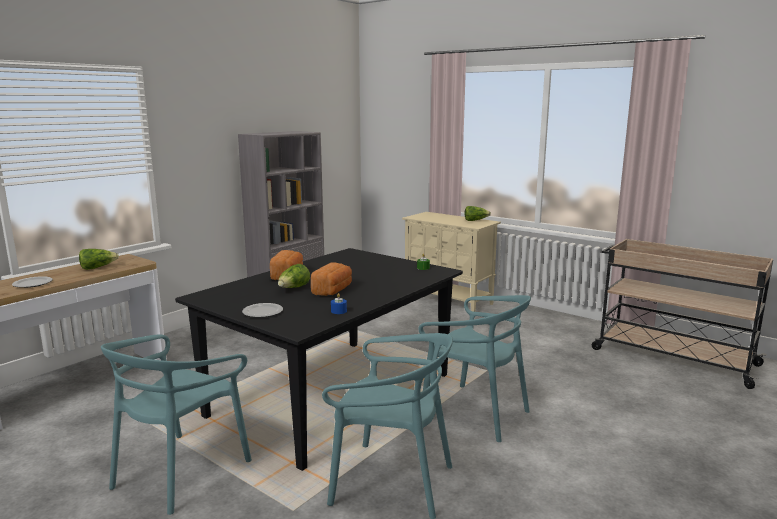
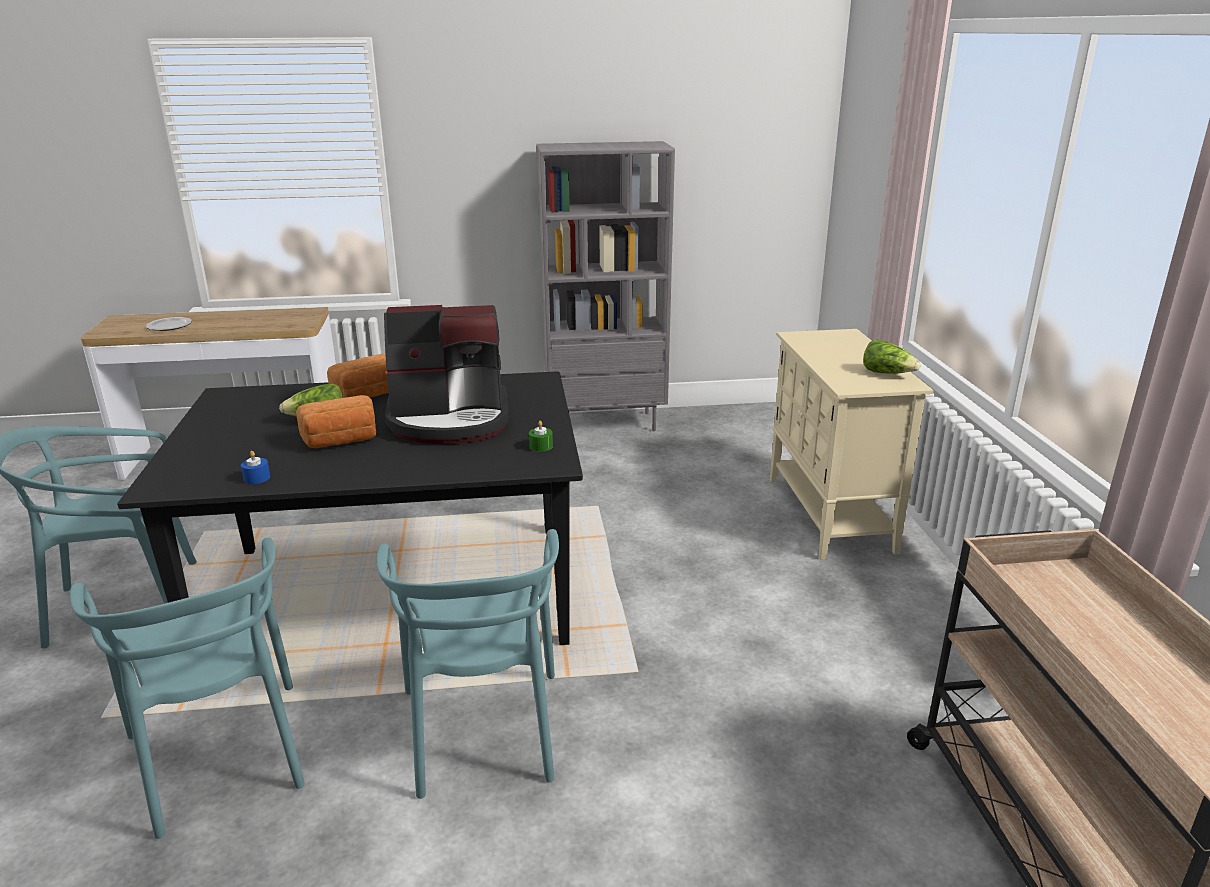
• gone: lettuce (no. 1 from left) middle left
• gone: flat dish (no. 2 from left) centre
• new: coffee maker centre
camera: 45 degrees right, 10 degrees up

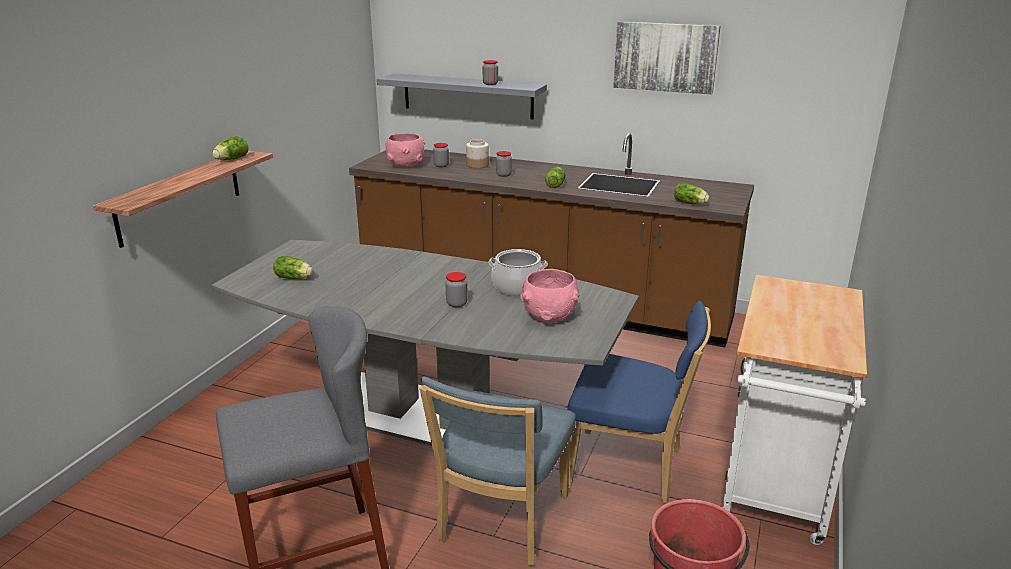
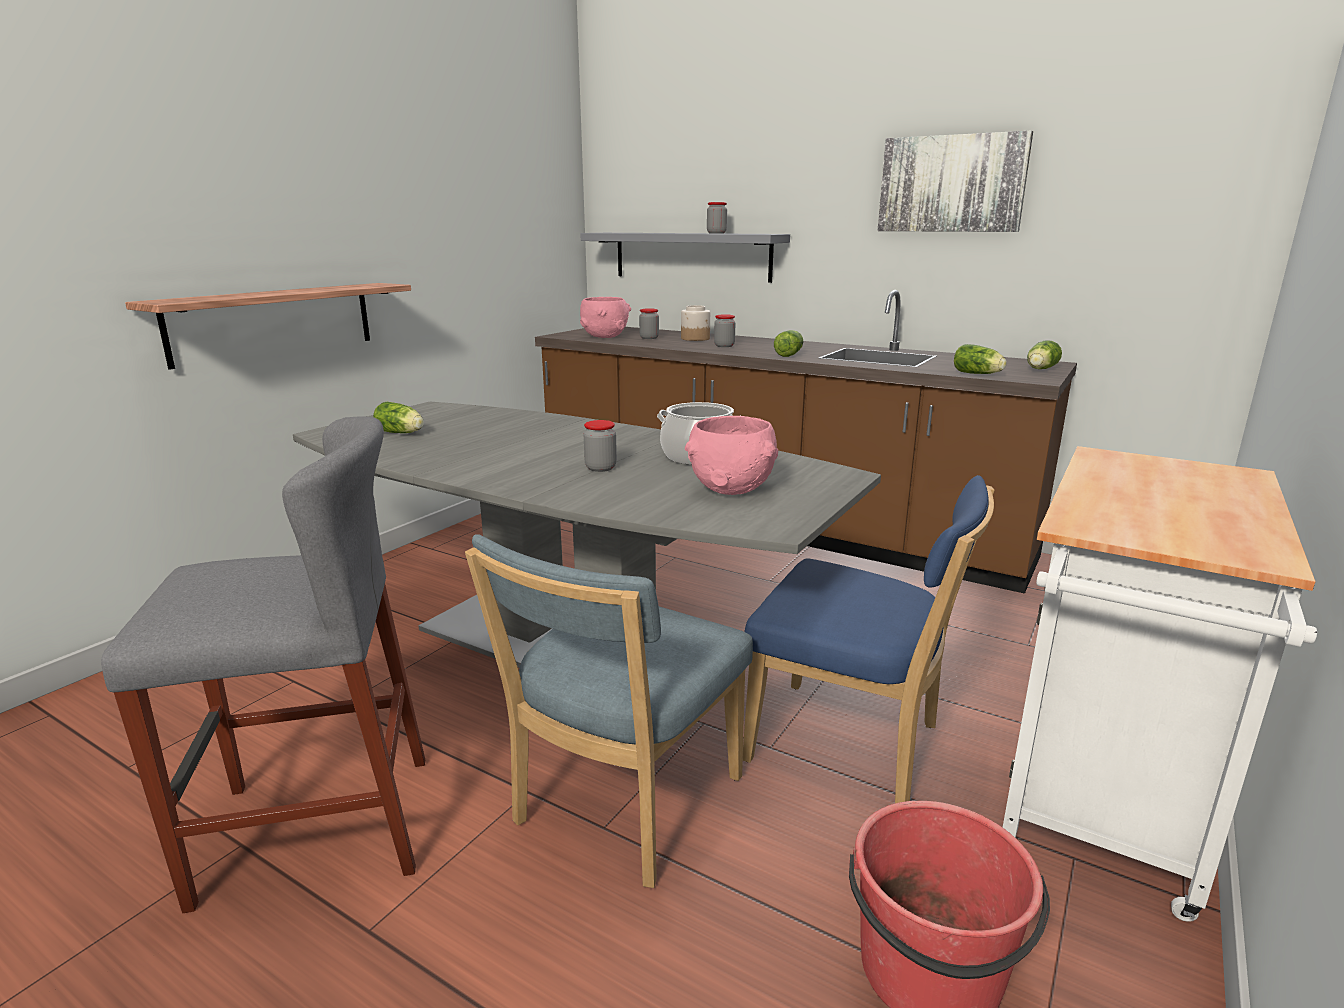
• shifted: lettuce (no. 1 from left in the first image) top left to lettuce (no. 4 from left) middle right
camera: 10 degrees right, 5 degrees down

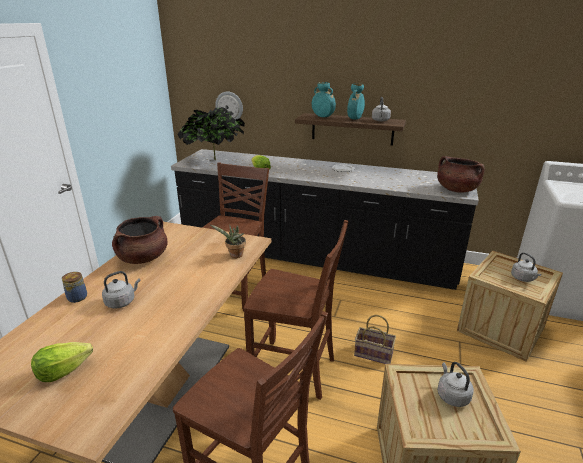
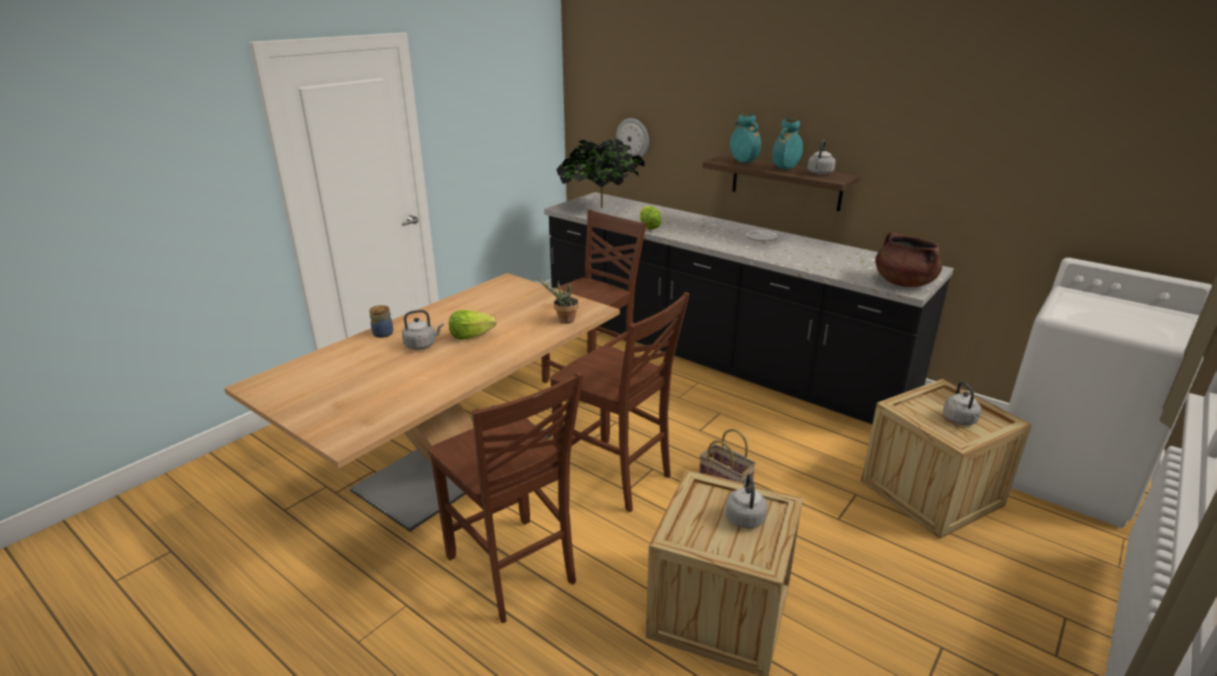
• gone: brownish stockpot (no. 1 from left) middle left
• shifted: lettuce (no. 1 from left) bottom left to centre
camera: 20 degrees right, 0 degrees up

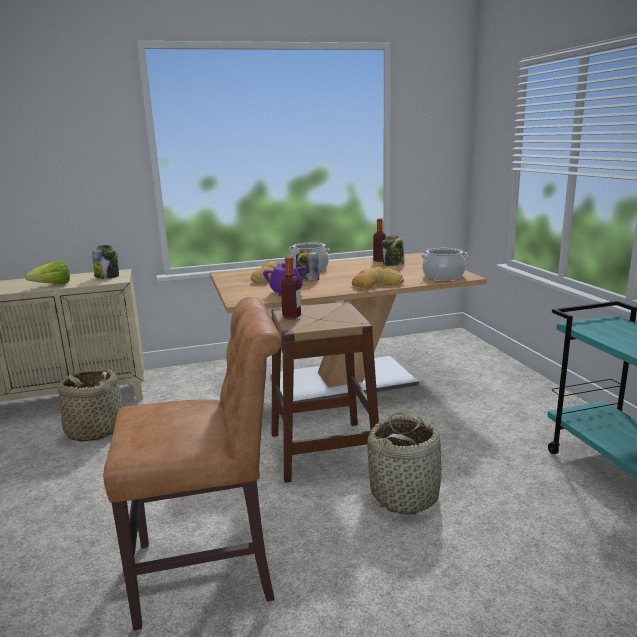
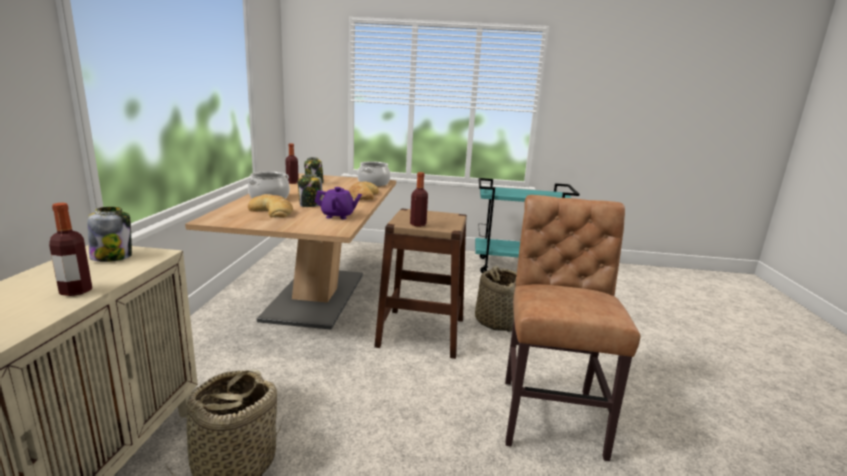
• swapped: lettuce middle left to beverage bottle (no. 1 from left) middle left
camera: 70 degrees left, 0 degrees up

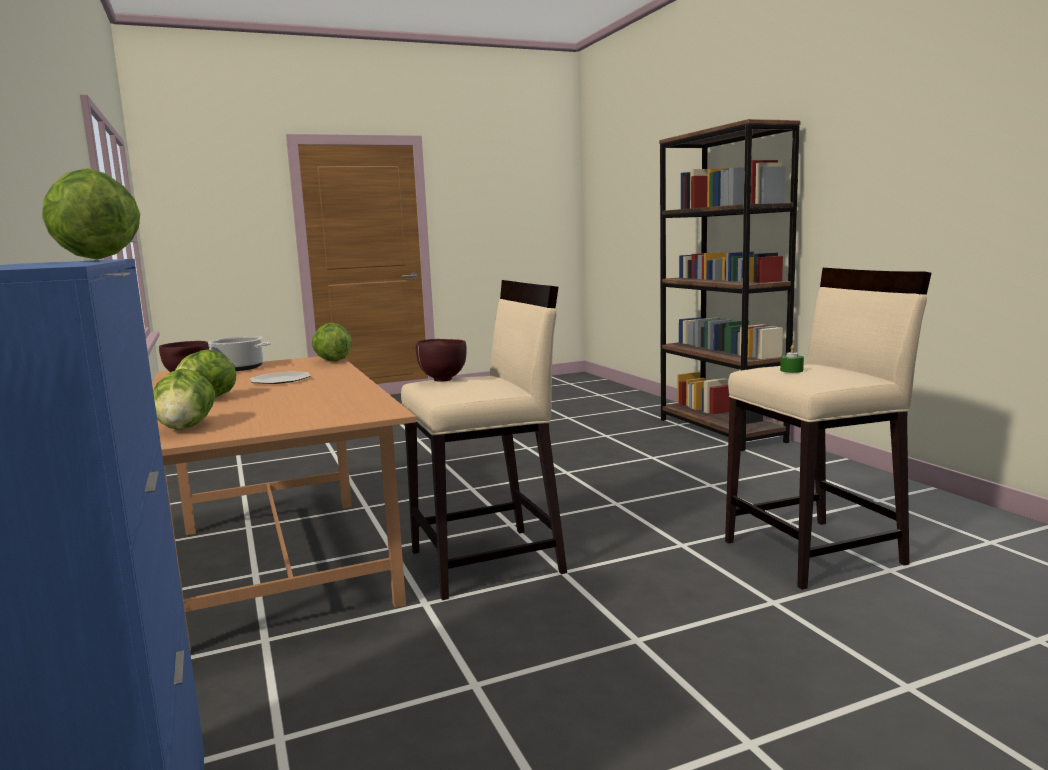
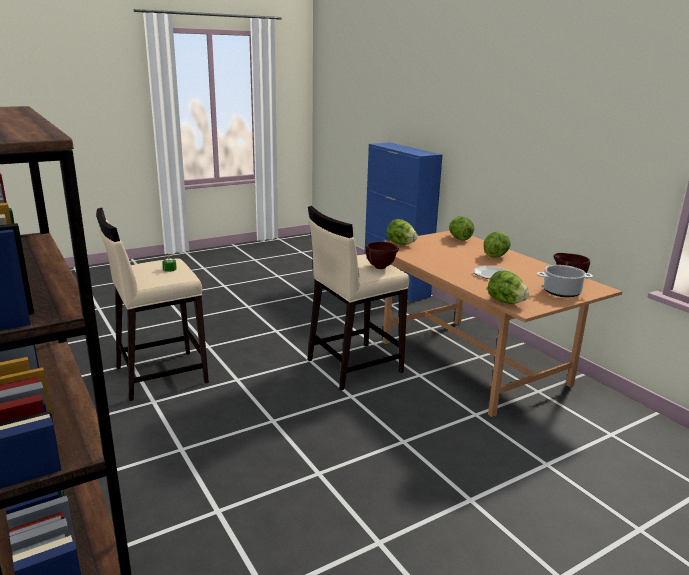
• shifted: lettuce (no. 1 from left) top left to centre
camera: 170 degrees right, 10 degrees up

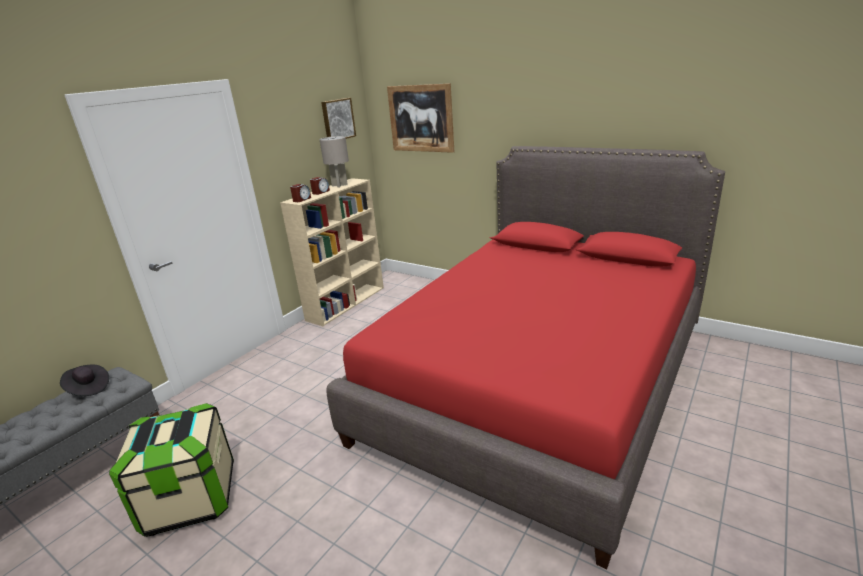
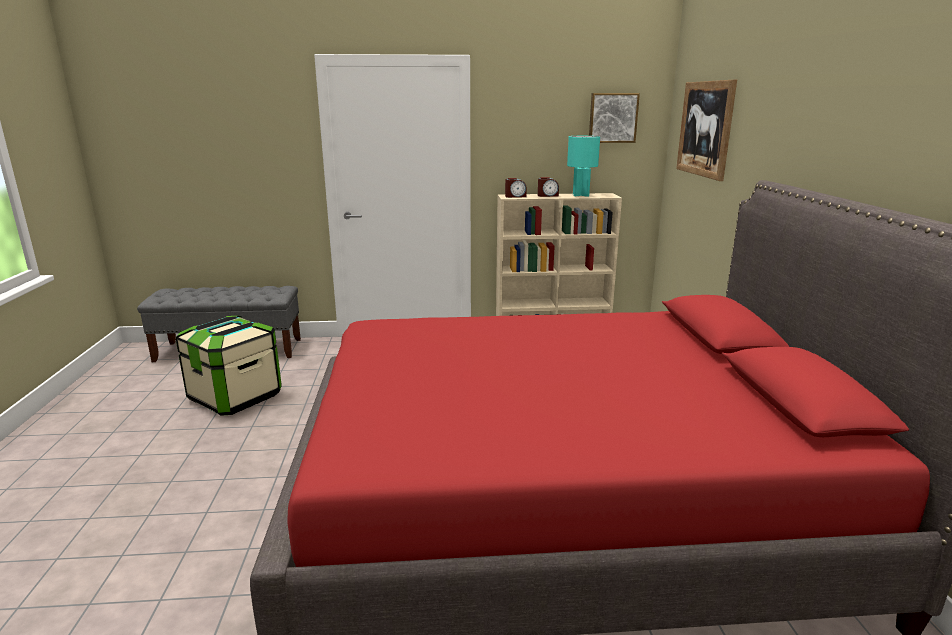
• gone: black-coloured clothing hat middle left
• repainted: grey tabletop lamp top centre to turquoise-coloured tabletop lamp top centre
camera: 50 degrees right, 5 degrees down

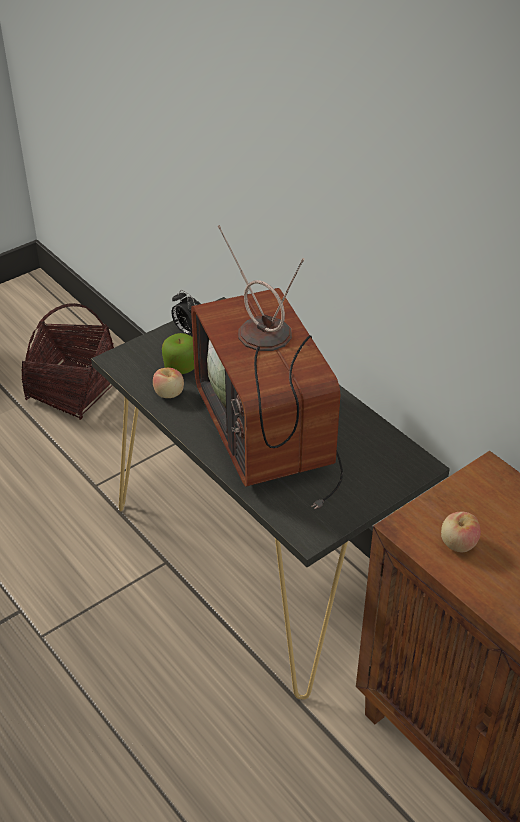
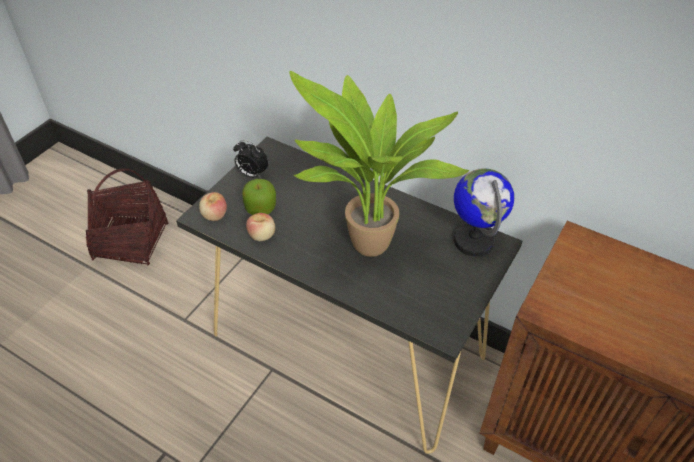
• new: world globe middle right
• shifted: apple fruit (no. 3 from left in the first image) middle right to apple fruit (no. 1 from left) middle left
• swapped: TV centre to houseplant centre
camera: 20 degrees left, 5 degrees up

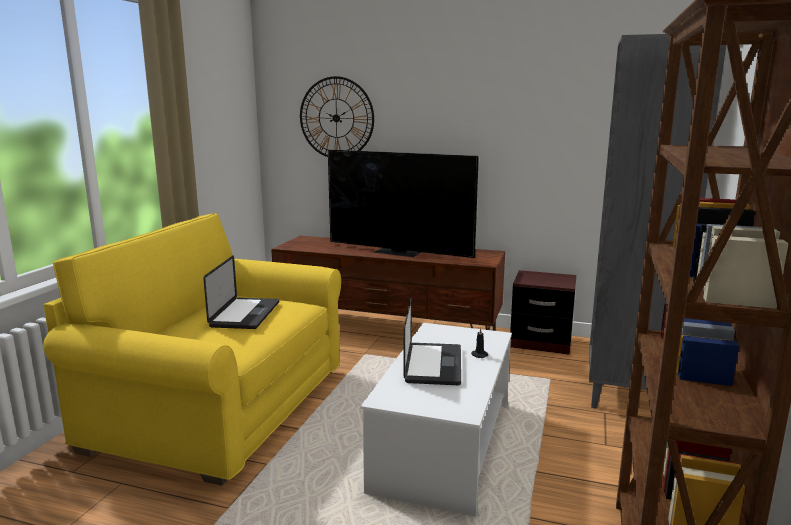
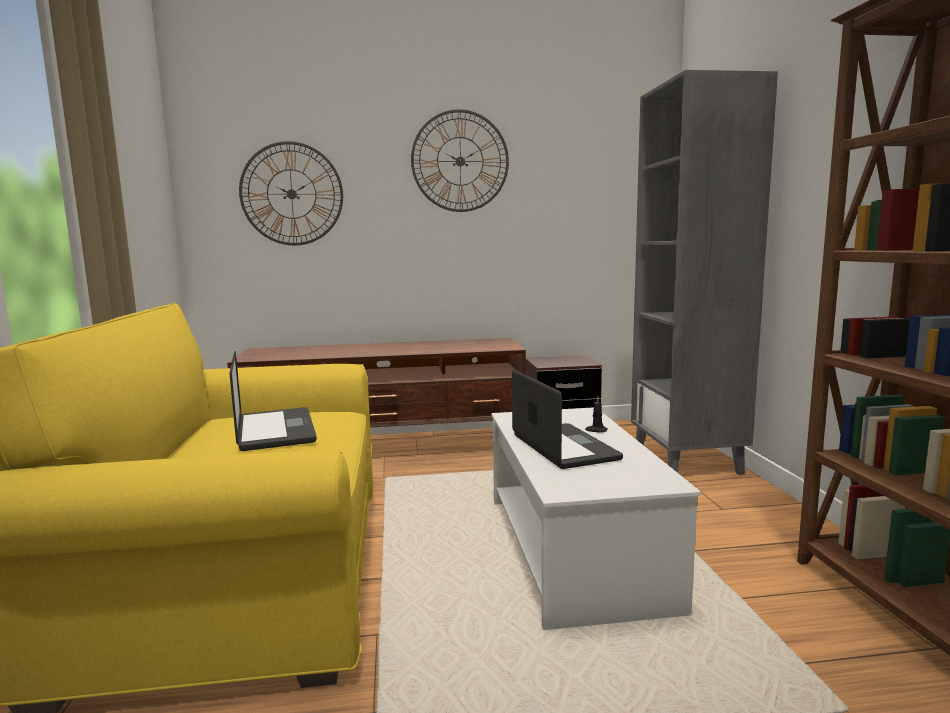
• gone: TV centre
• new: wall clock (no. 2 from left) top centre
camera: 25 degrees left, 5 degrees down

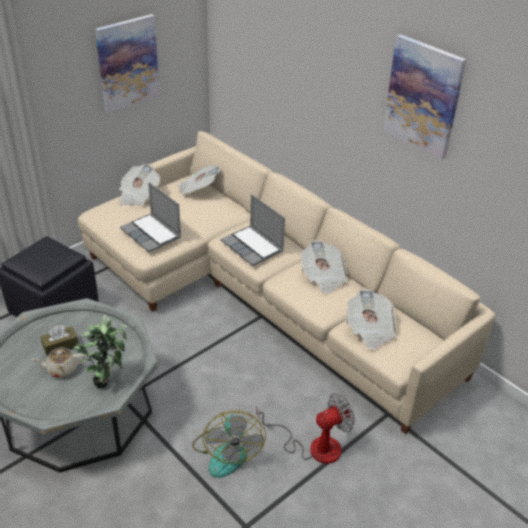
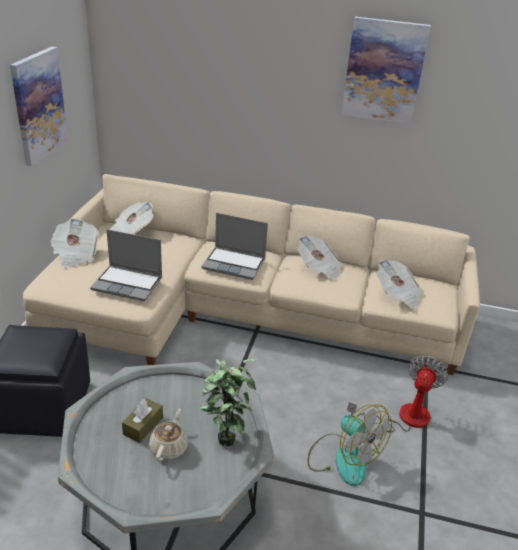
• rotated: sand-coloured pot for tea bottom left = bottom left 150 degrees clockwise
camera: 35 degrees left, 5 degrees down

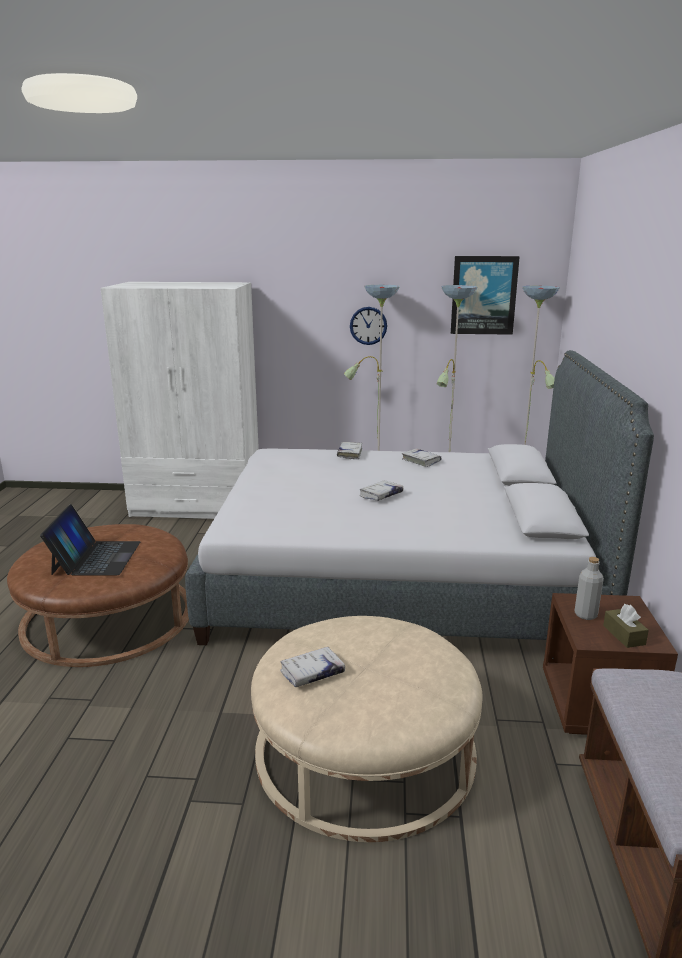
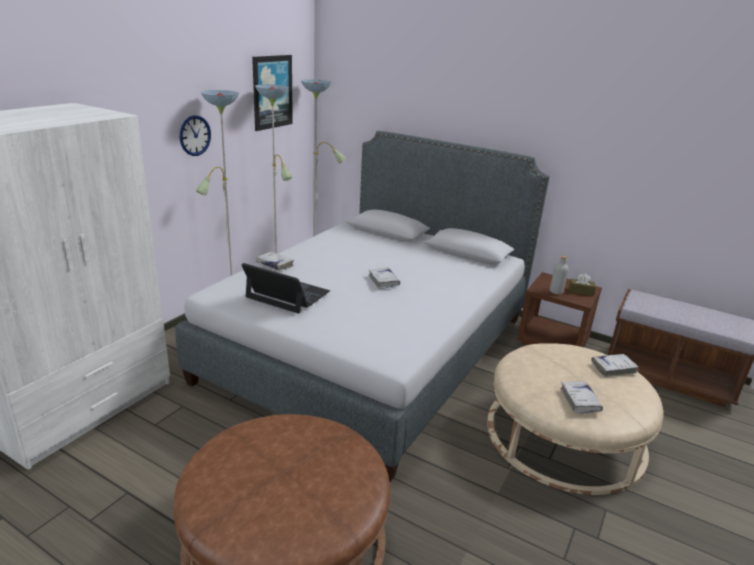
• shifted: notebook computer middle left to centre
• shifted: whitish bound book (no. 4 from left) centre to middle right
camera: 65 degrees left, 5 degrees up

